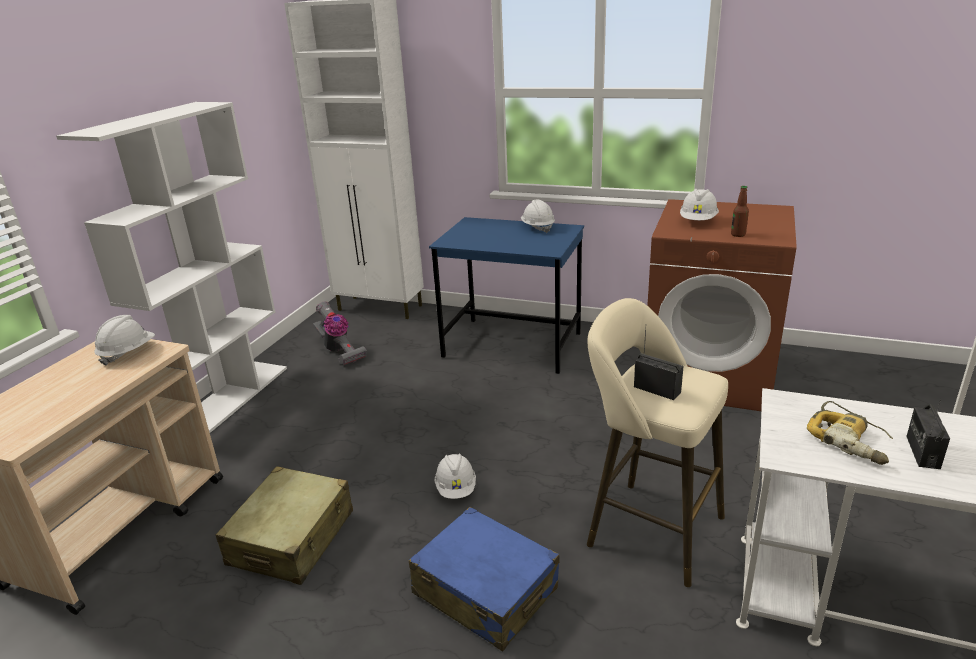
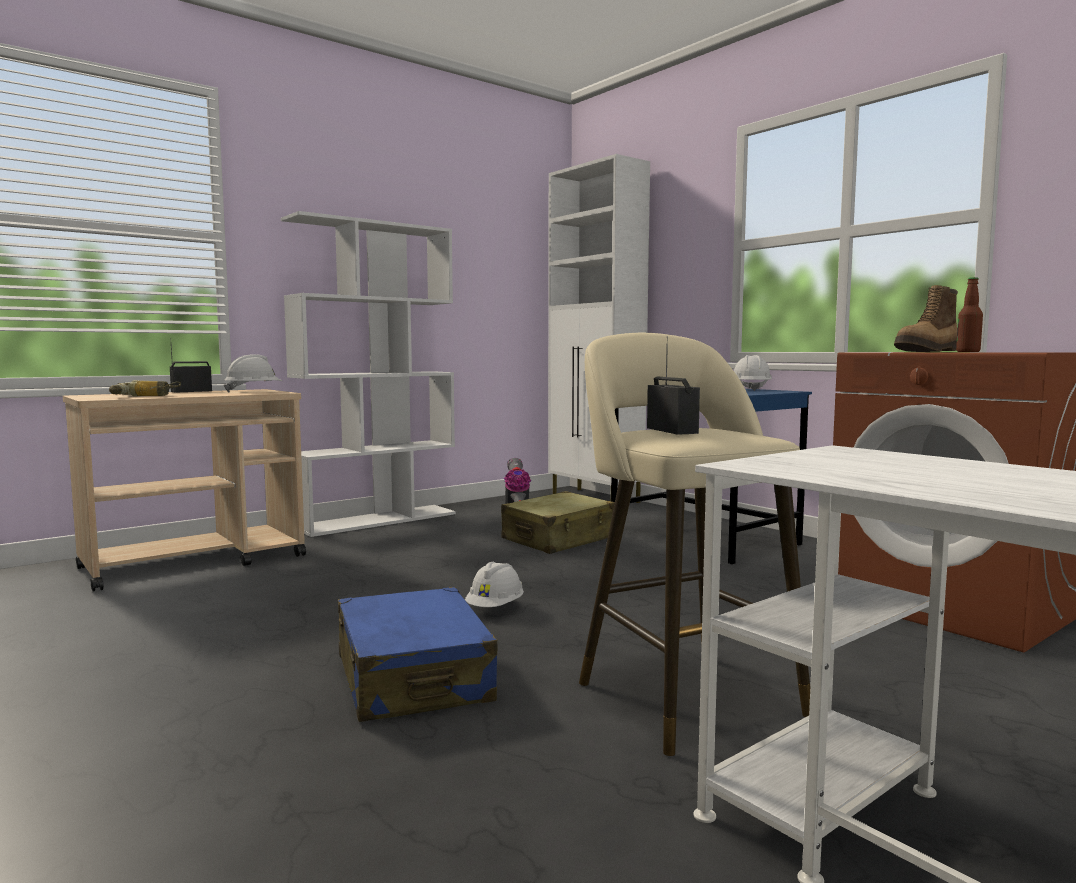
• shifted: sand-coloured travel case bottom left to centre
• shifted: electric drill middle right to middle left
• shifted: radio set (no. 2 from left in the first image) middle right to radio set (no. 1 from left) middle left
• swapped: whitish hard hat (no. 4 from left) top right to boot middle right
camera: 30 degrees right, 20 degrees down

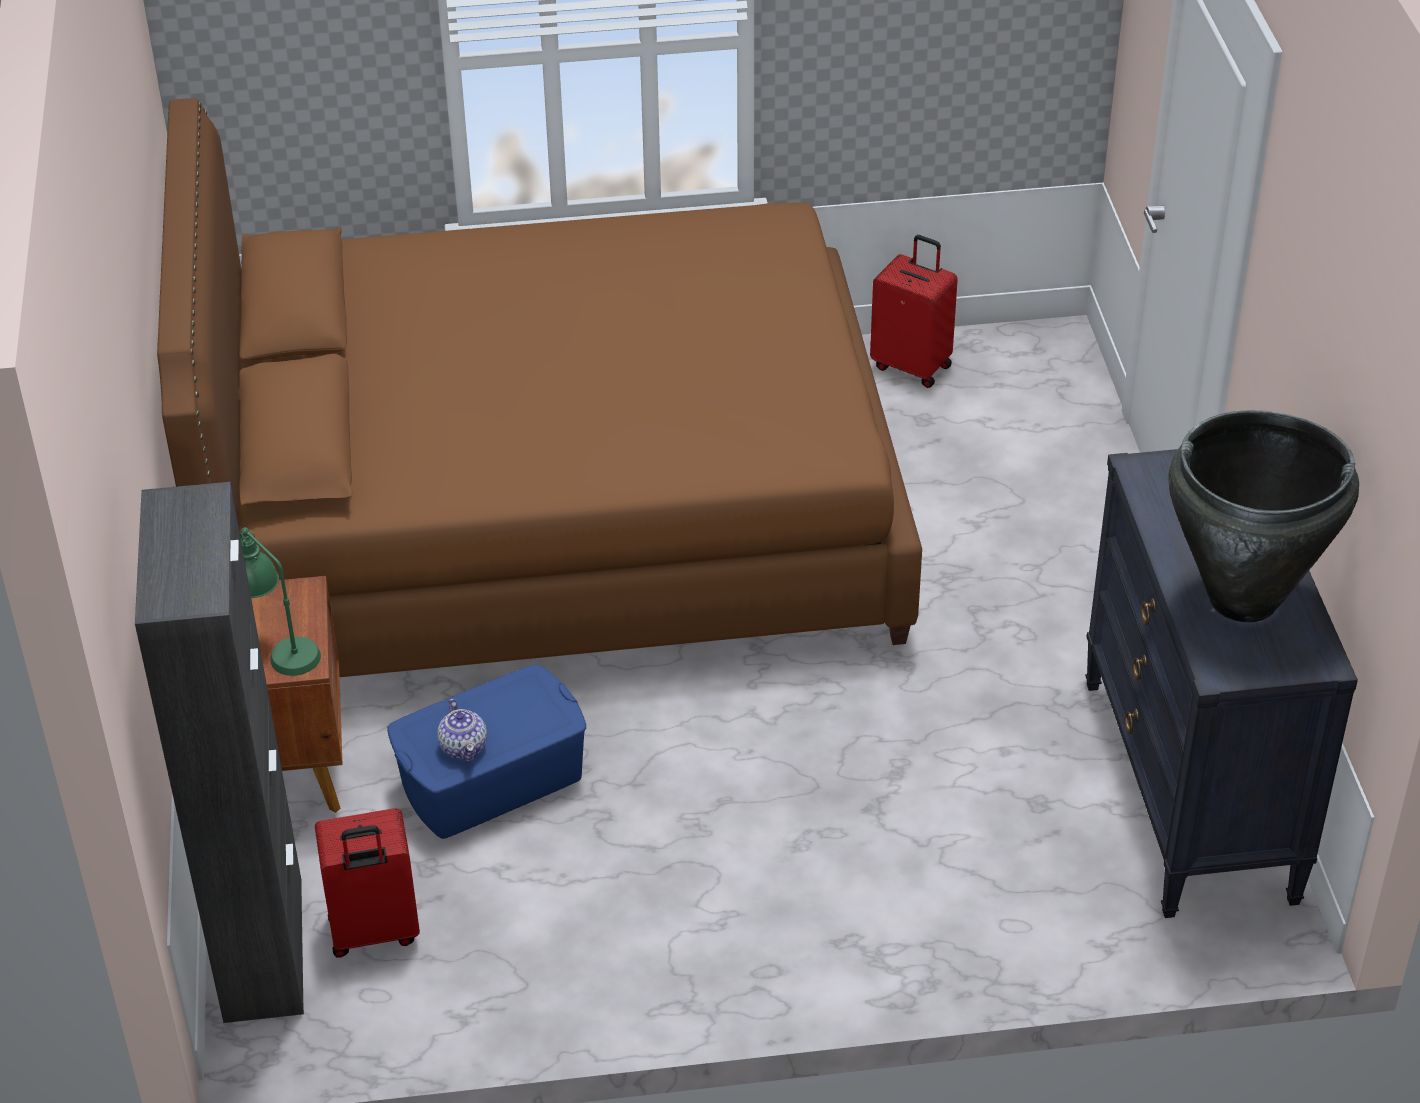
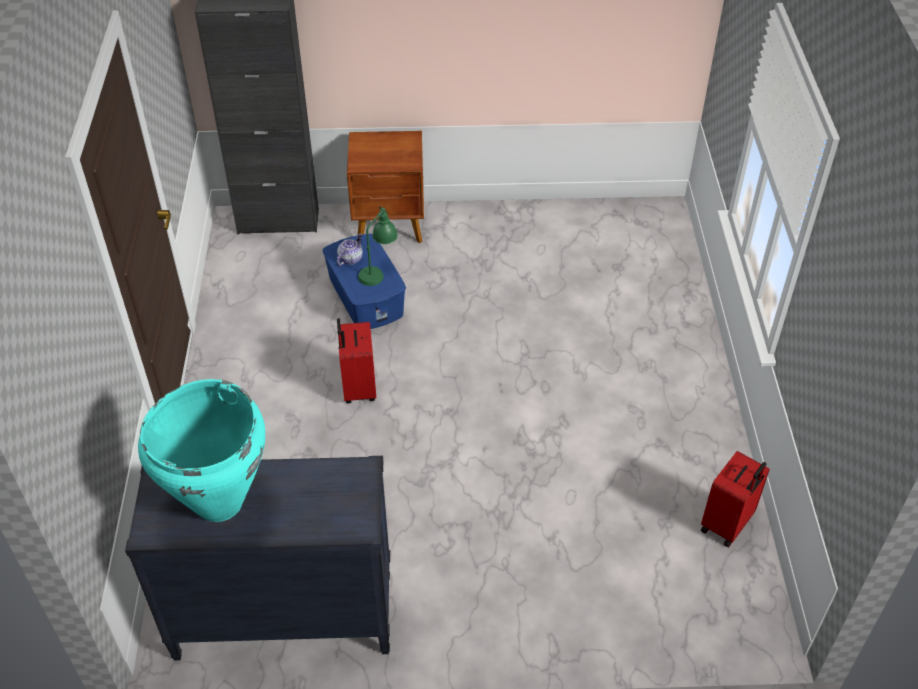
• gone: brownish sleeping bed centre
• shifted: greenish tabletop lamp middle left to centre
• shifted: reddish travel case (no. 1 from left) bottom left to centre
• repainted: black-coloured vase middle right to turquoise-coloured vase middle left
• rotated: pot for tea middle left = centre 135 degrees clockwise
camera: 95 degrees right, 5 degrees up

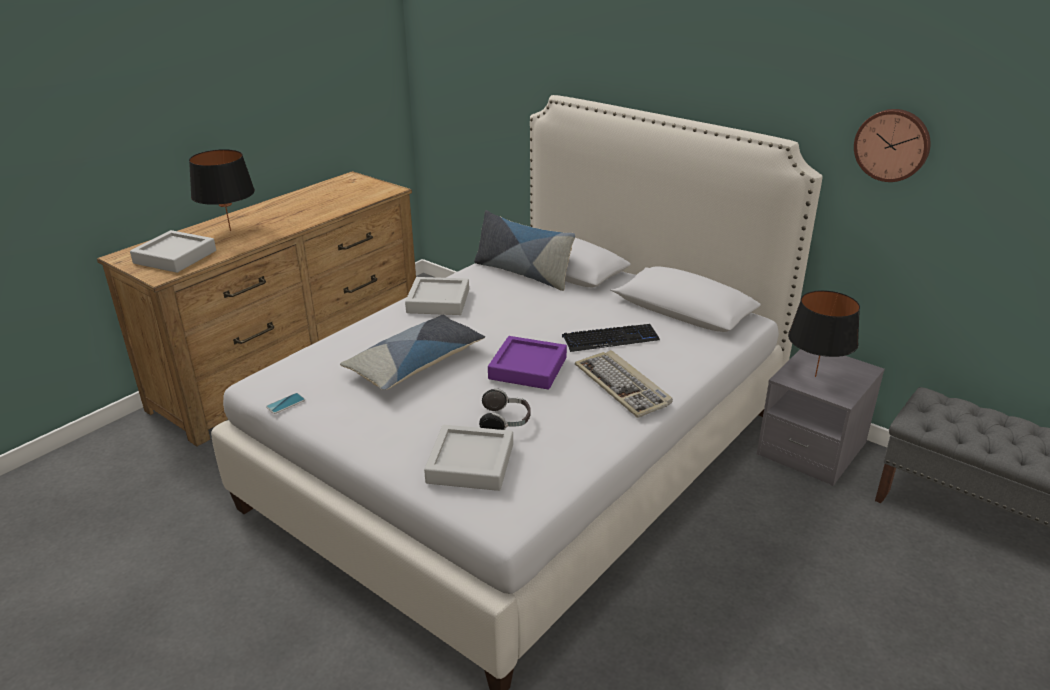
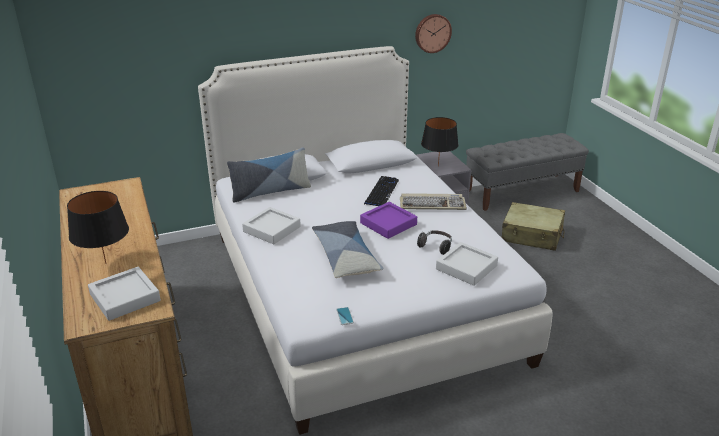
• new: sand-coloured travel case middle right
camera: 60 degrees left, 0 degrees up

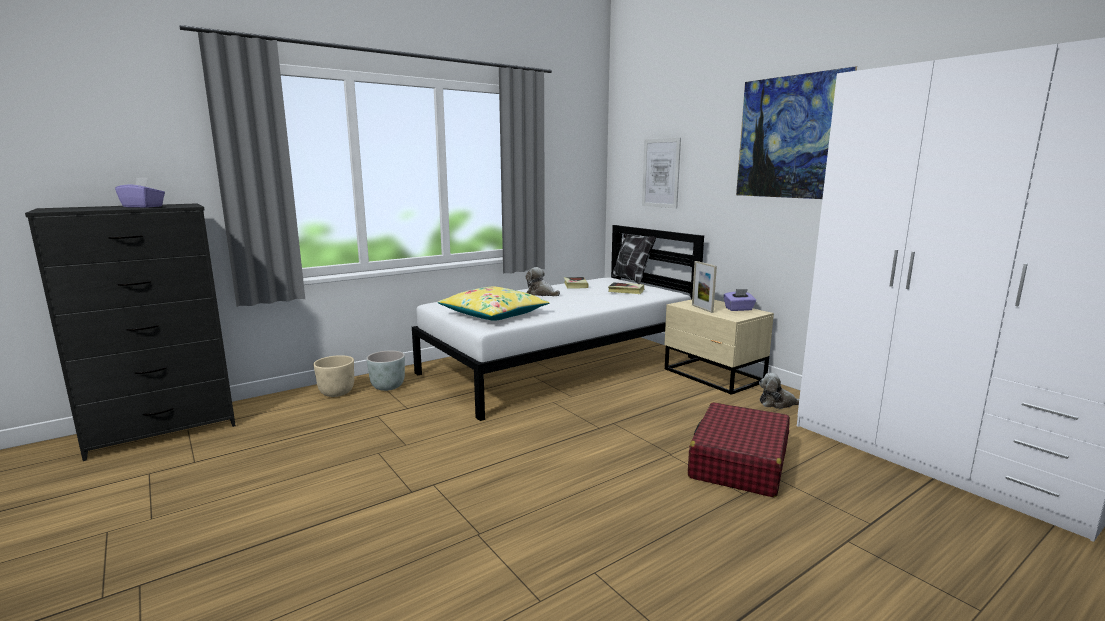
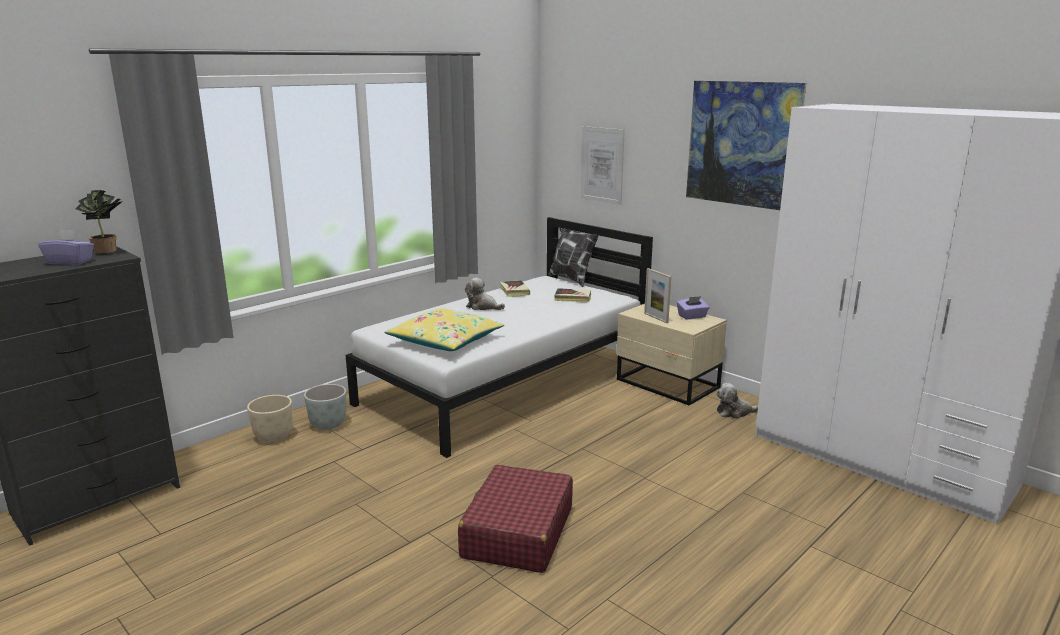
• new: houseplant middle left
• shifted: reddish travel case bottom right to bottom centre
camera: 10 degrees left, 5 degrees up

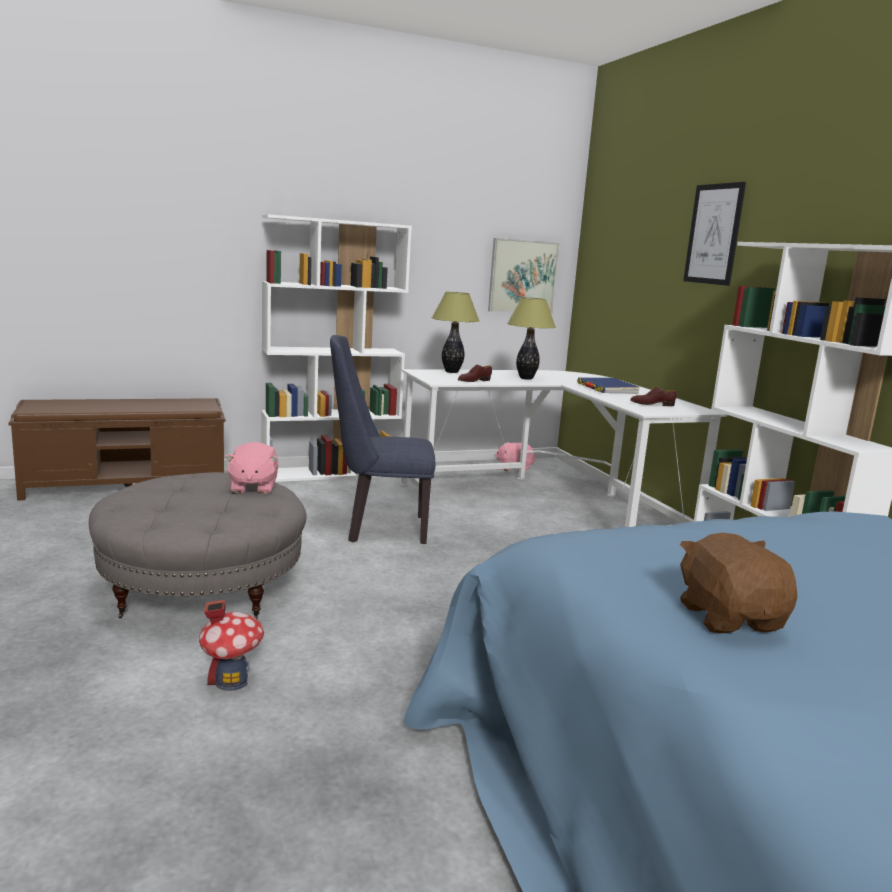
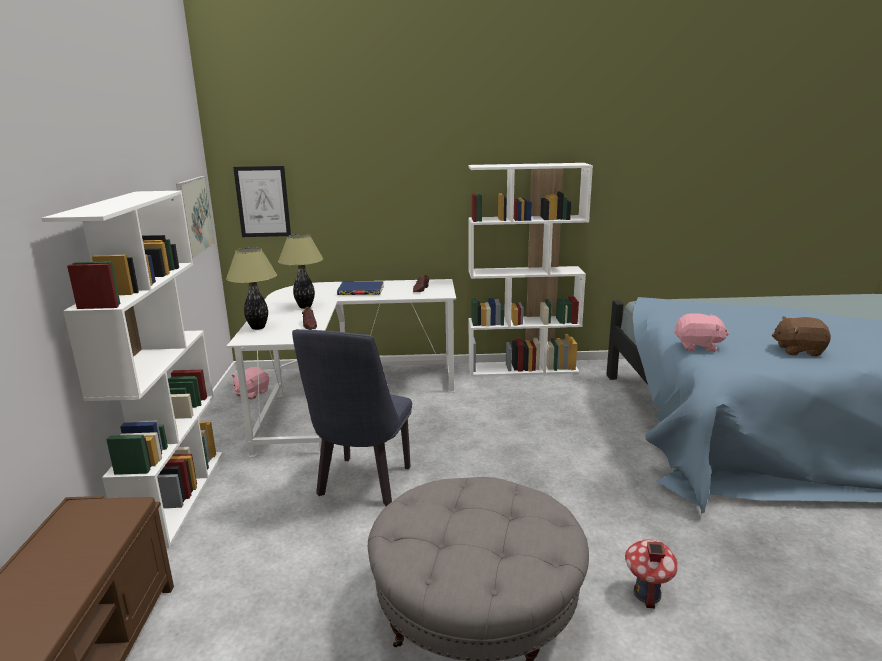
• shifted: pink-coloured cuddly toy (no. 1 from left in the first image) middle left to pink-coloured cuddly toy (no. 2 from left) middle right
• shifted: wall picture (no. 2 from left) top right to top left
camera: 70 degrees left, 5 degrees up

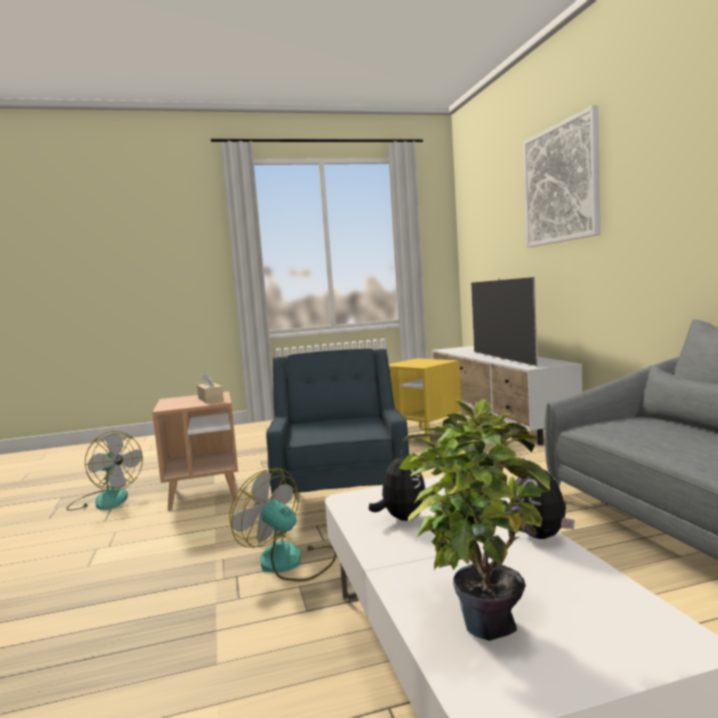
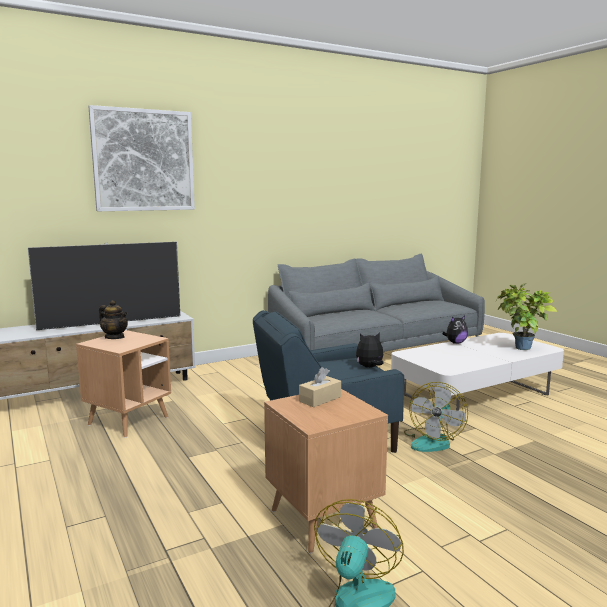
• new: pot for tea middle left
• shifted: cuddly toy (no. 1 from left) bottom centre to centre
• repainted: yellowish side table centre to brownish side table (no. 1 from left) middle left
camera: 105 degrees left, 5 degrees up

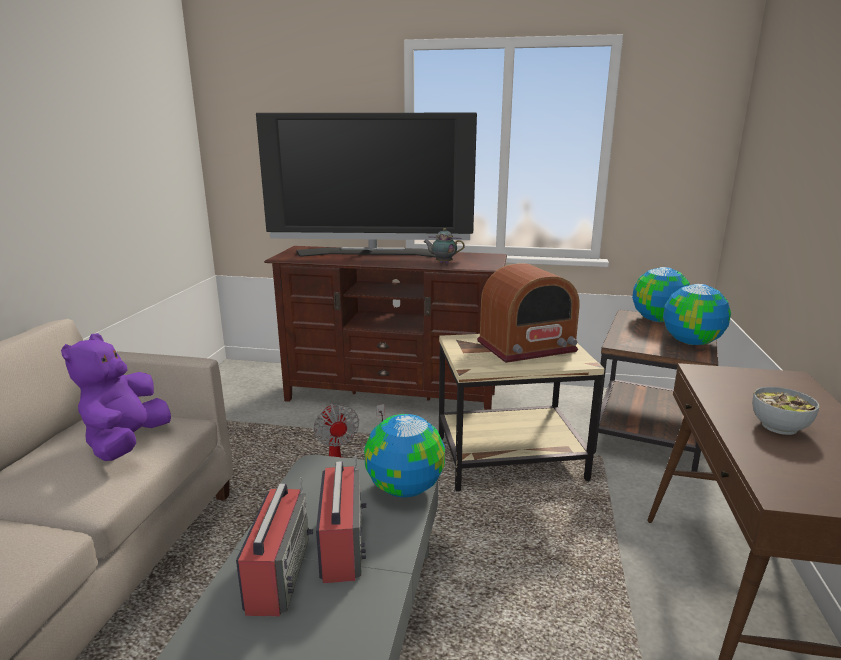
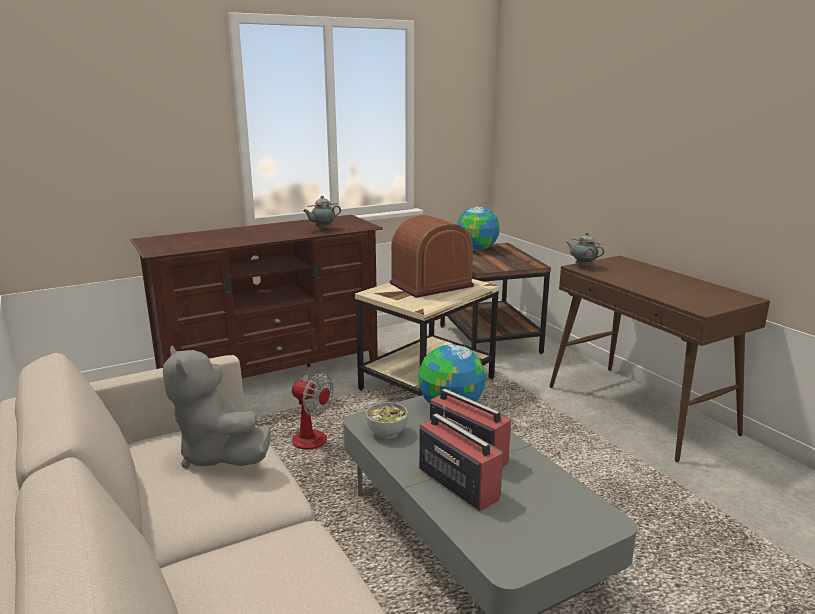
• gone: TV top centre
• gone: world globe (no. 3 from left) middle right
• new: pot for tea (no. 2 from left) middle right
• shifted: serving bowl middle right to bottom centre
• repainted: purplish cuddly toy middle left to grey cuddly toy middle left
• rotated: radio set (no. 3 from left in the first image) centre = centre 150 degrees counterclockwise
camera: 40 degrees left, 0 degrees up

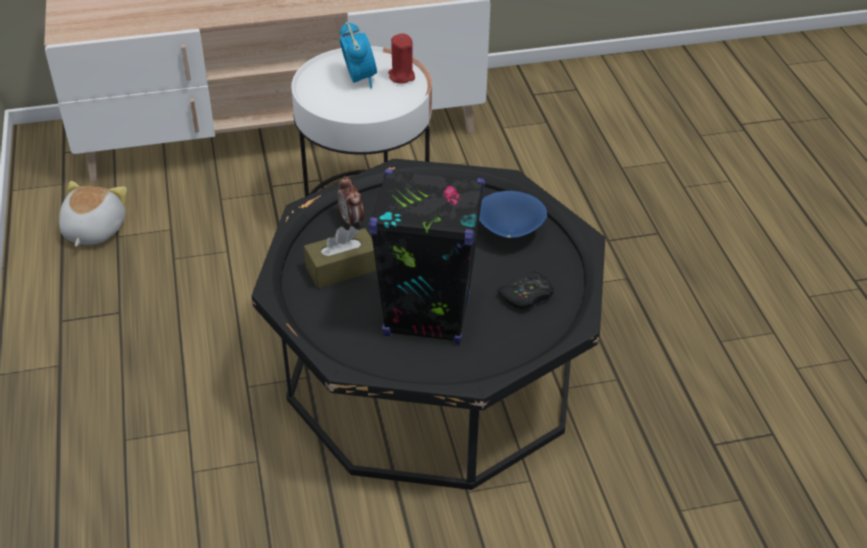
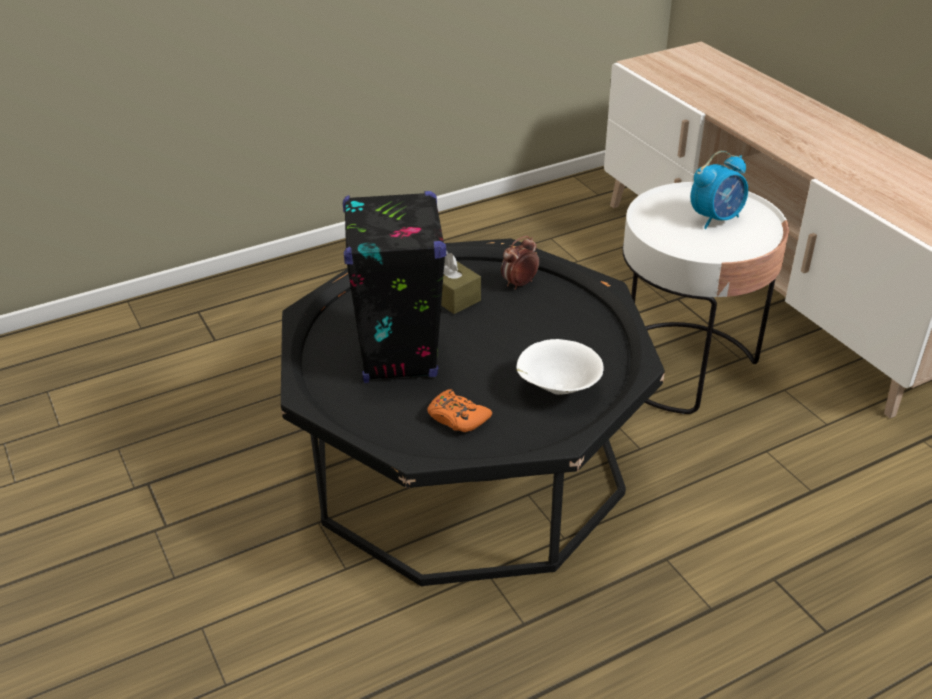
• gone: cuddly toy middle left
• gone: reddish candle top centre
• repainted: bluish serving bowl centre to whitish serving bowl centre
• repainted: black-coloured game controller centre to orange-coloured game controller centre
camera: 75 degrees right, 5 degrees down

